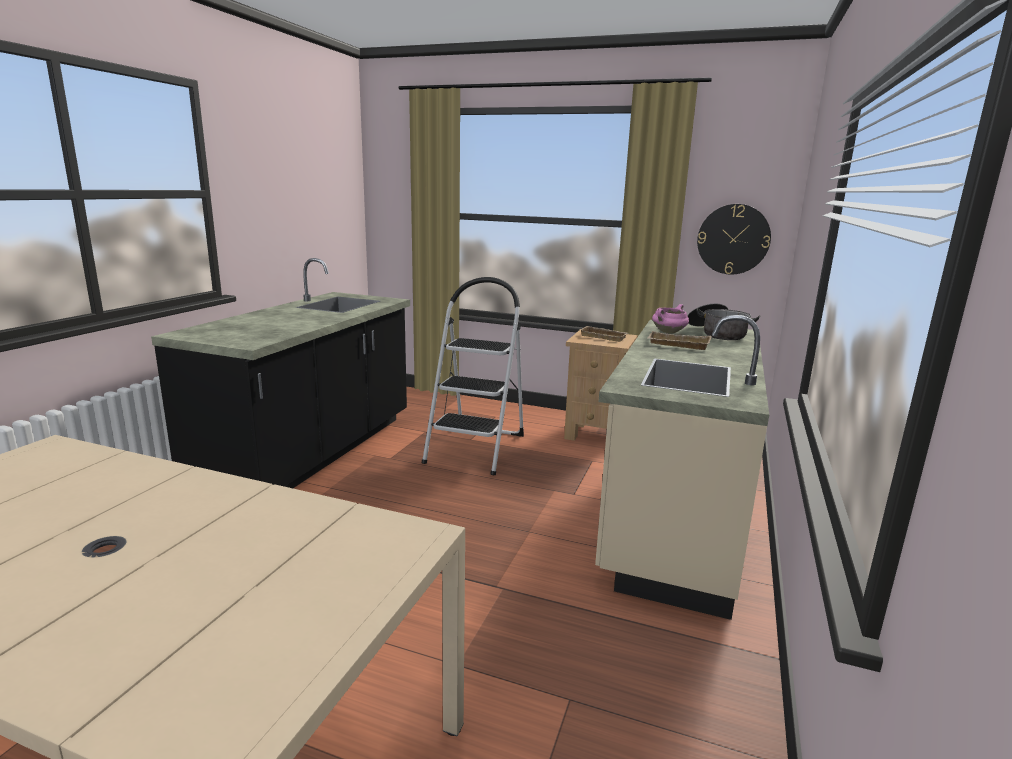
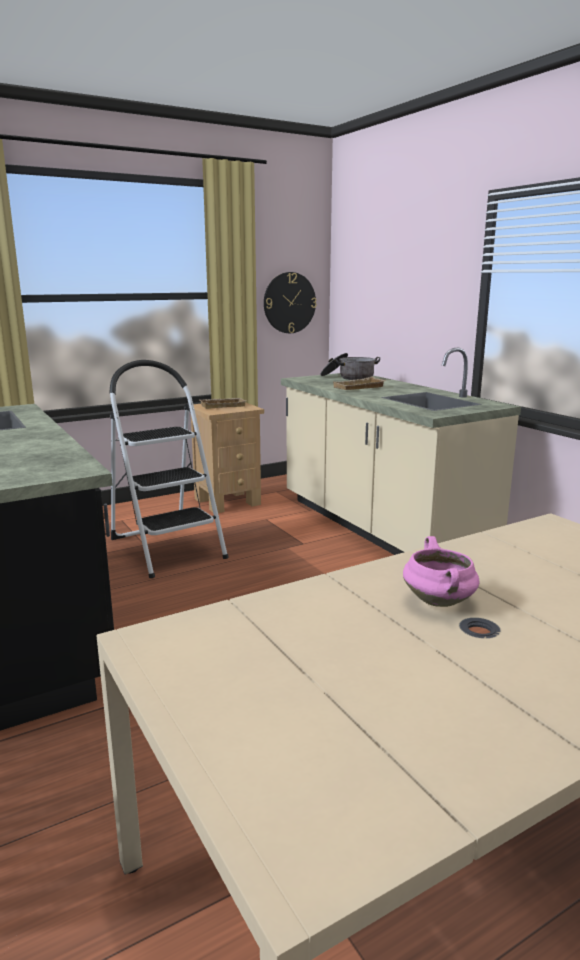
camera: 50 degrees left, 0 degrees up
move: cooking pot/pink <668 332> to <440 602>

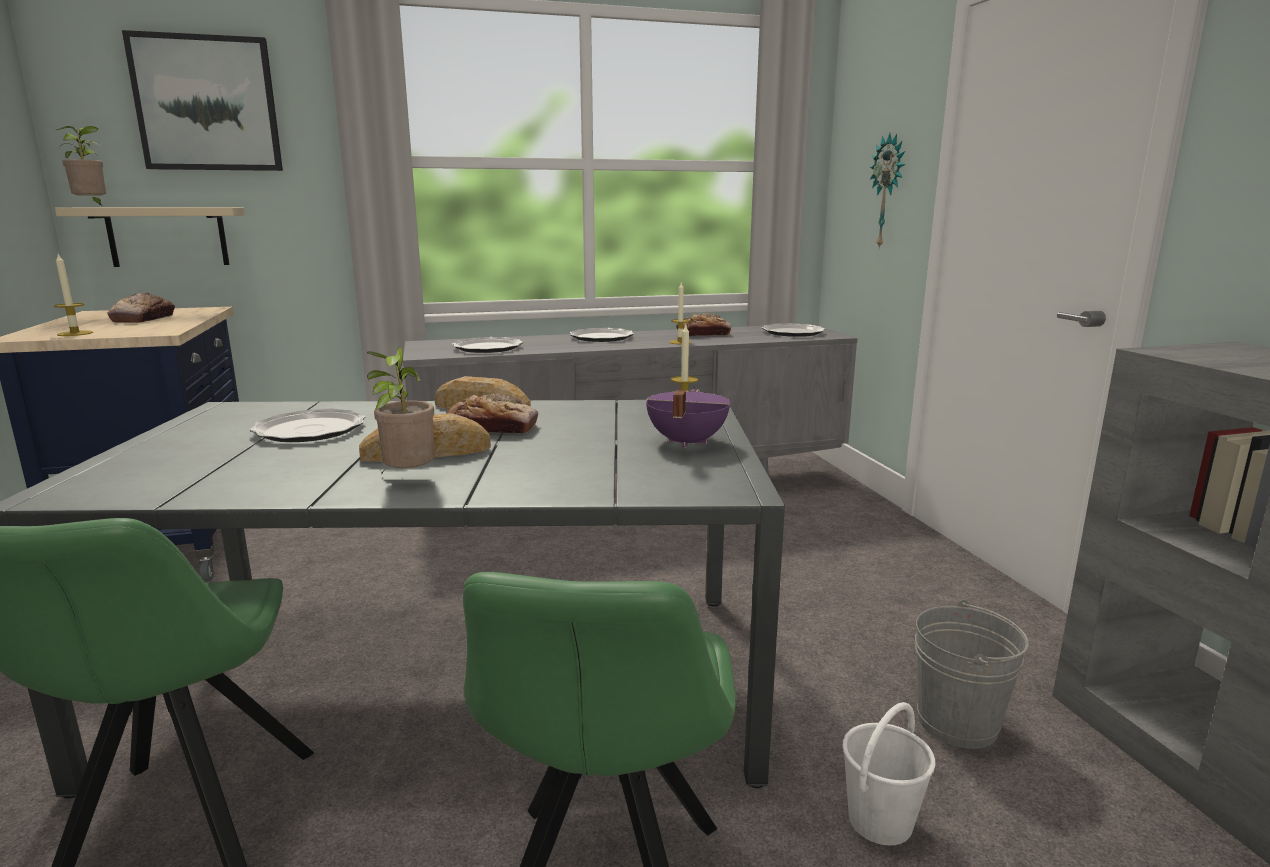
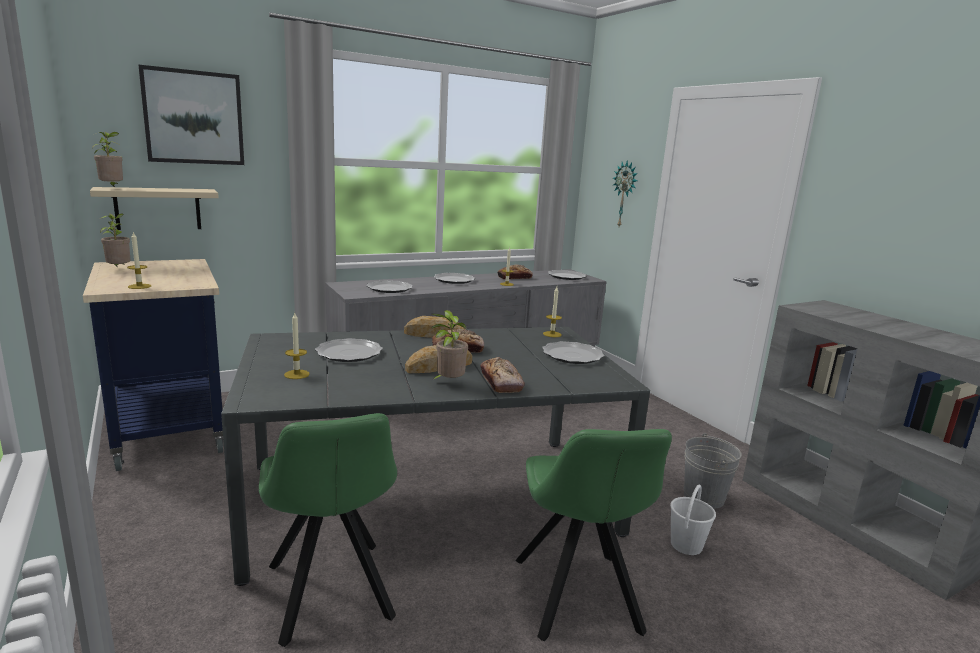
camera: 15 degrees left, 0 degrees up
insert: potted plant <119 270>; candle <297 374>
move: bread <144 319> to <501 382>
replace: cooking pot/purple <685 442> to plate <572 355>

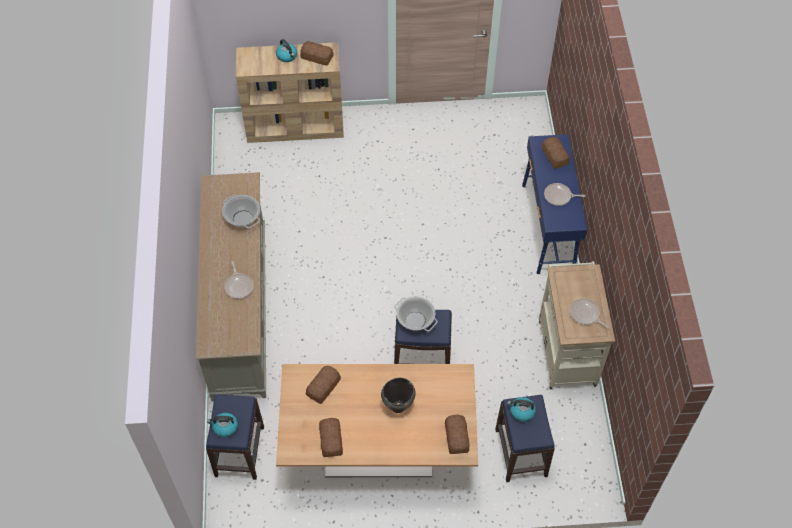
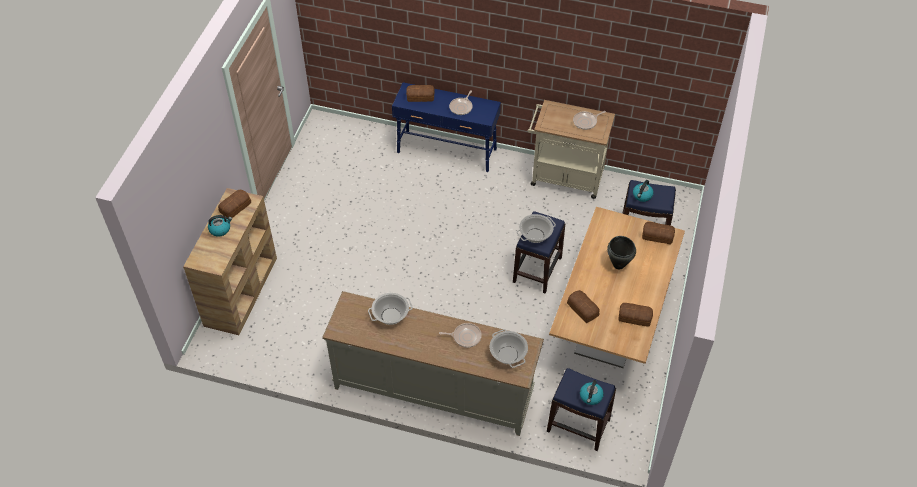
camera: 70 degrees left, 5 degrees down
insert: cooking pot <508 355>

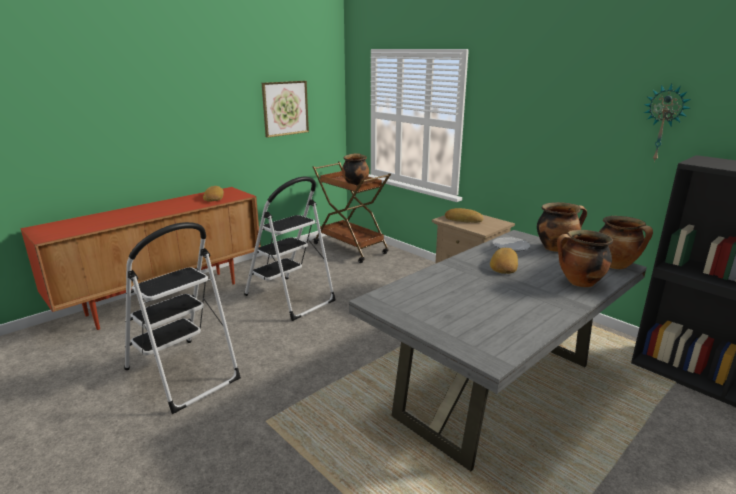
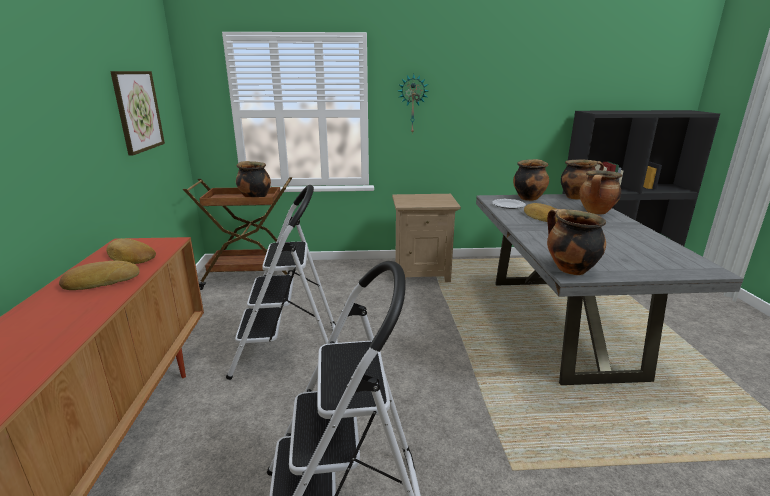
camera: 50 degrees left, 0 degrees up
insert: cooking pot <569 269>
move: bread <463 219> to <101 281>; wall clock <663 123> to <412 104>

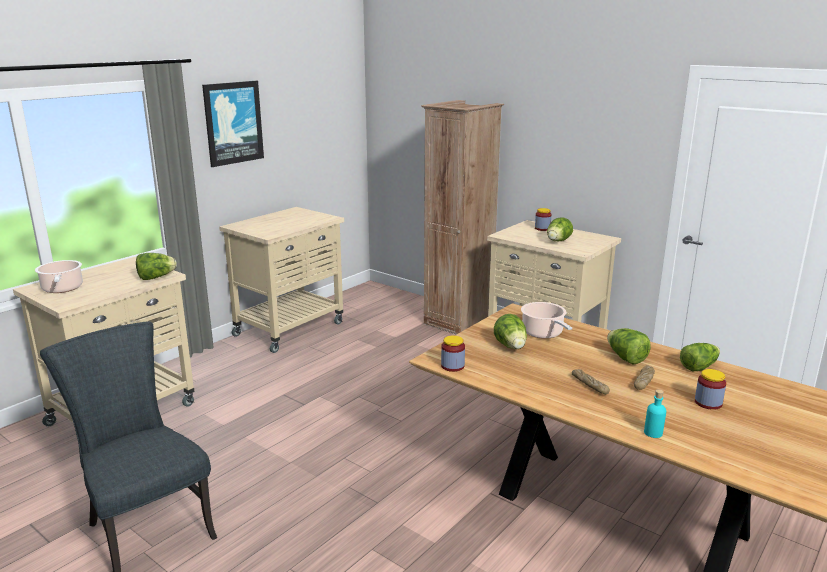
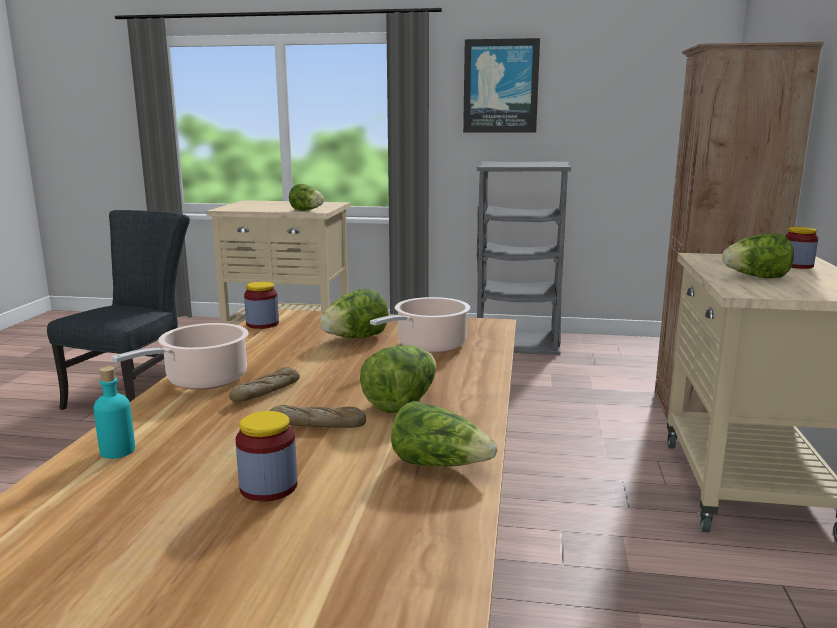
camera: 60 degrees right, 5 degrees down
move: cooking pot <62 289> to <202 381>
replace: cart/beige <289 329> to bookcase/grey <517 342>

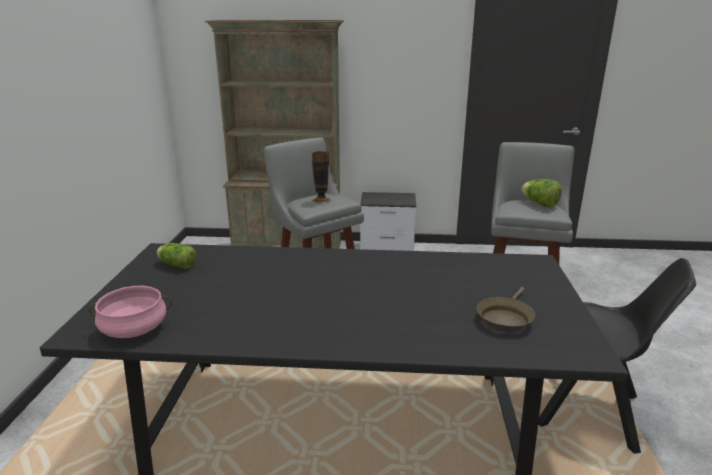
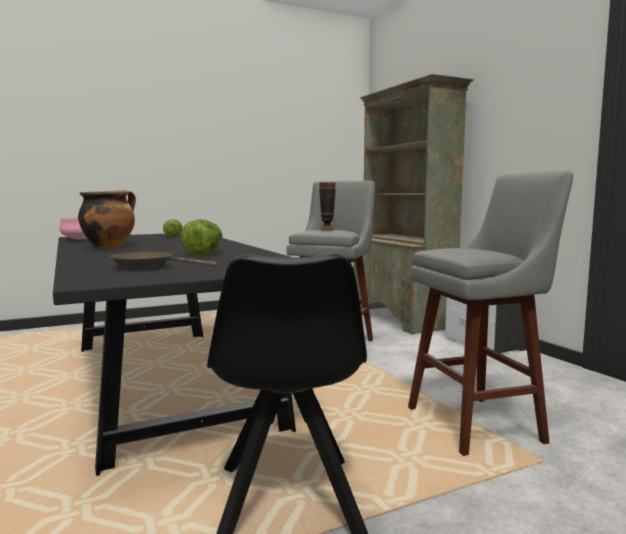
camera: 60 degrees right, 15 degrees down
insert: cooking pot <109 247>
move: lettuce <540 204> to <204 254>

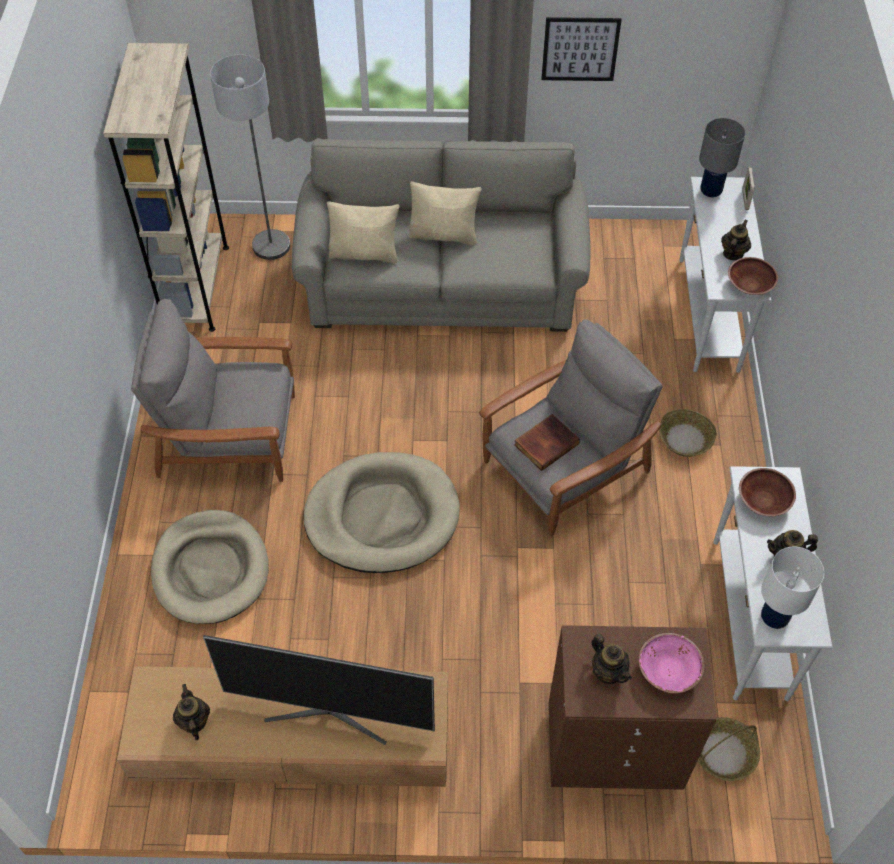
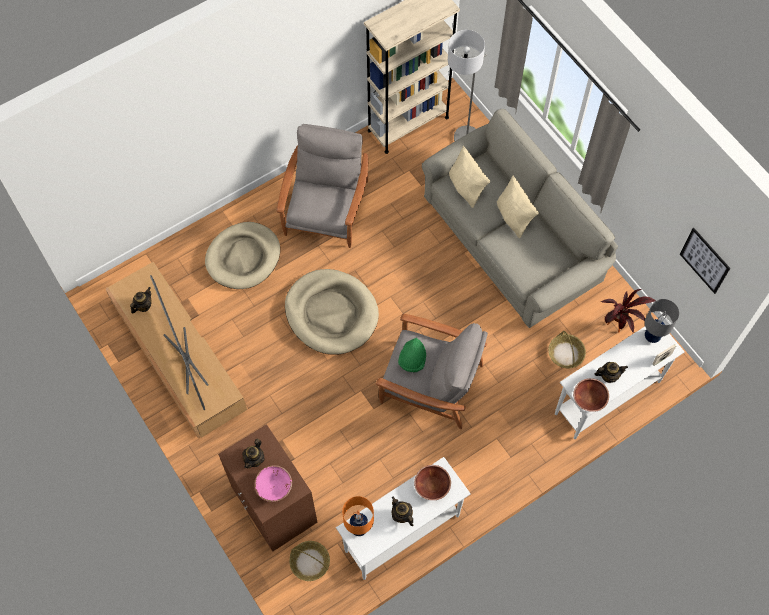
camera: 55 degrees right, 10 degrees up
insert: potted plant <618 328>
move: picture <580 49> to <704 260>; basket <685 439> to <565 354>
replace: book <546 443> to hat/green <412 360>
recolor: table lamp/white <774 617> to table lamp/orange <359 528>
rotate: armchair/grey <229 435> = <326 209> 45 degrees clockwise

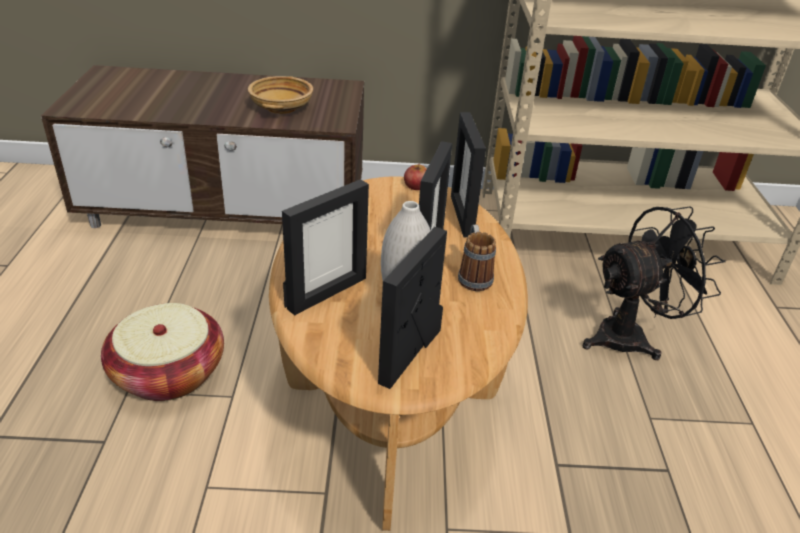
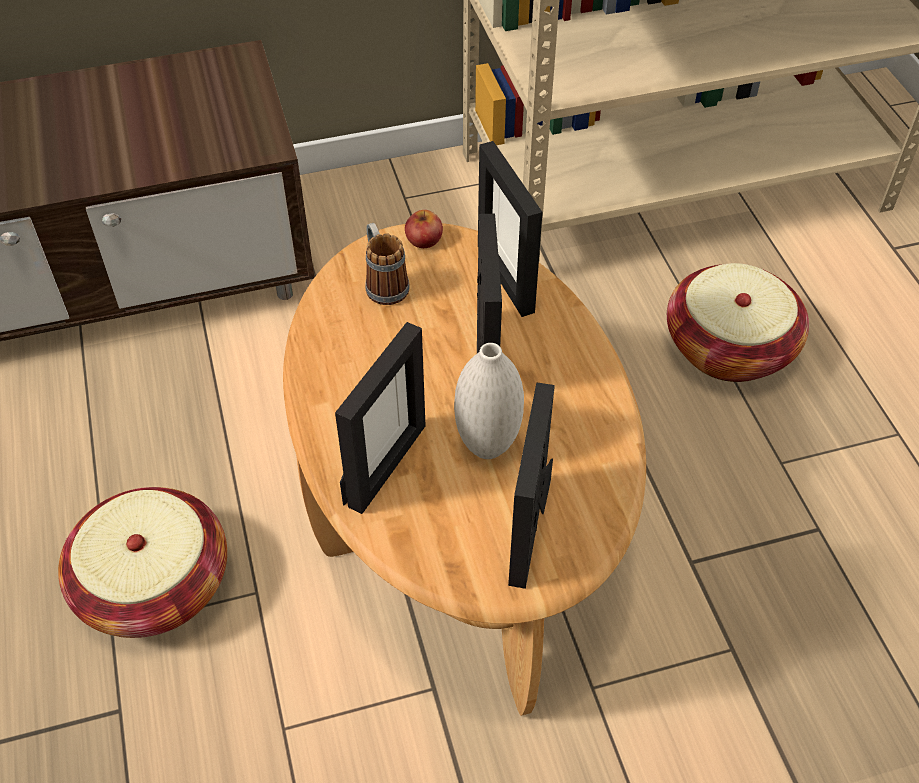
camera: 15 degrees left, 15 degrees up
delete: bowl/beige <281 108>
move: mug <473 276> to <383 284>
replace: fan/black <631 336> to basket <729 347>

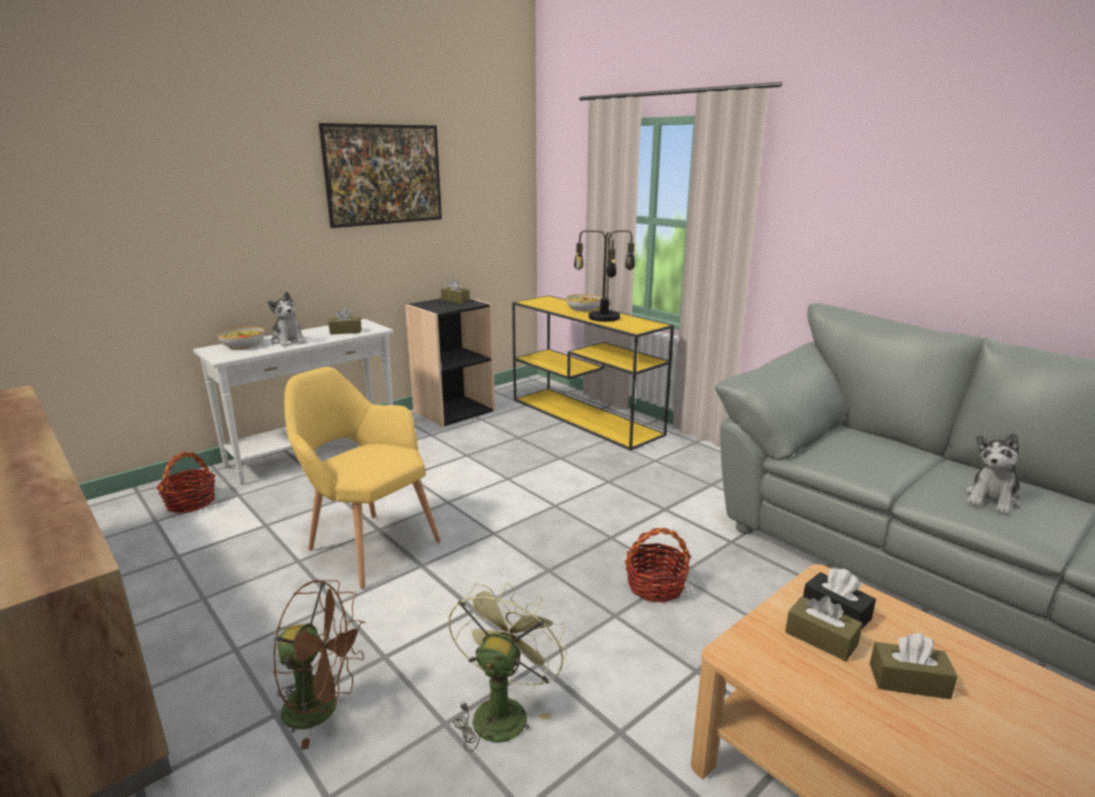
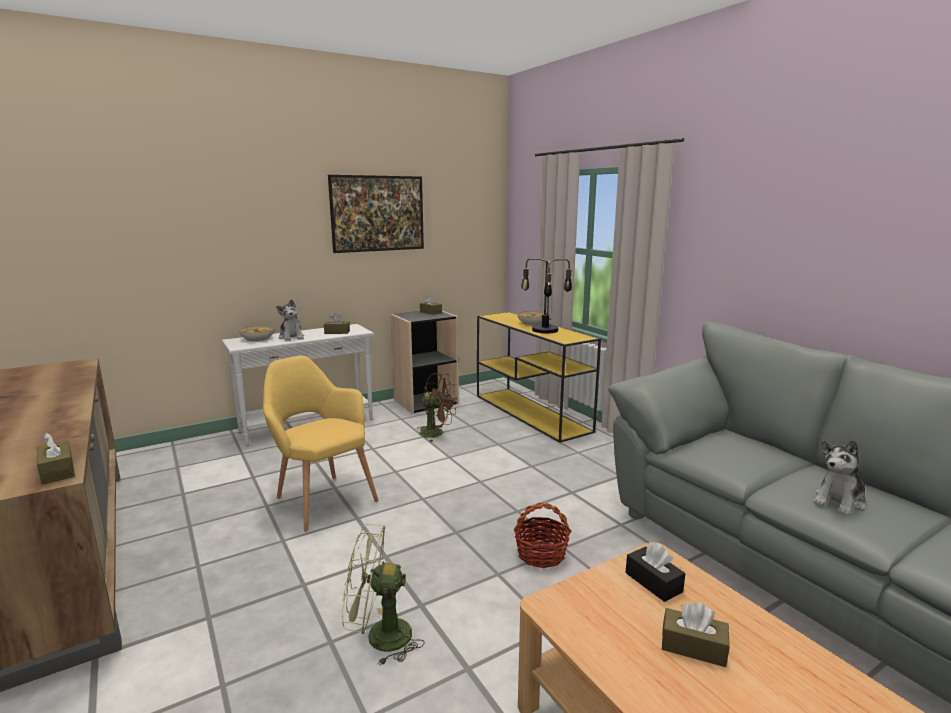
camera: 10 degrees right, 5 degrees down
delete: basket <191 502>
move: fan/brown <322 708> to <437 433>; tissue box/brown <821 638> to <57 471>
rotate: fan/green <502 710> = <379 637> 120 degrees counterclockwise

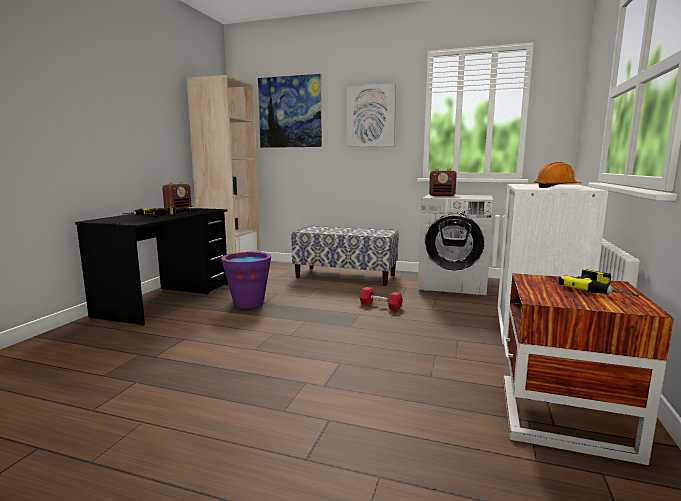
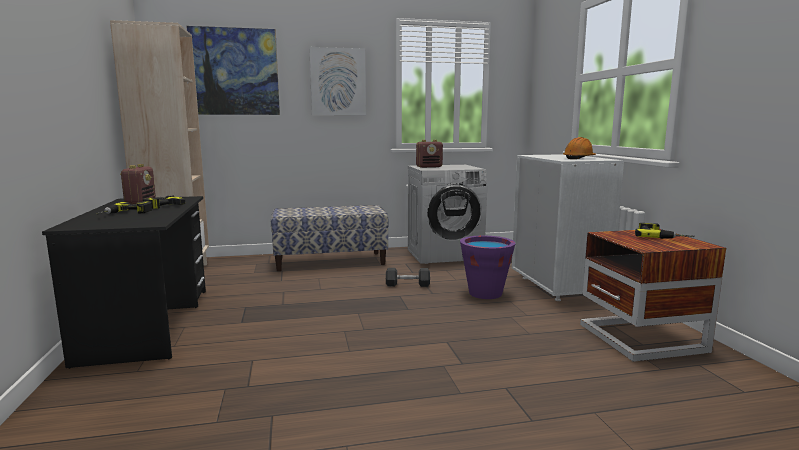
camera: 30 degrees left, 0 degrees up
move: bucket/purple <248 303> to <485 293>
recolor: dumbbell/red <380 306> to dumbbell/grey <407 285>

